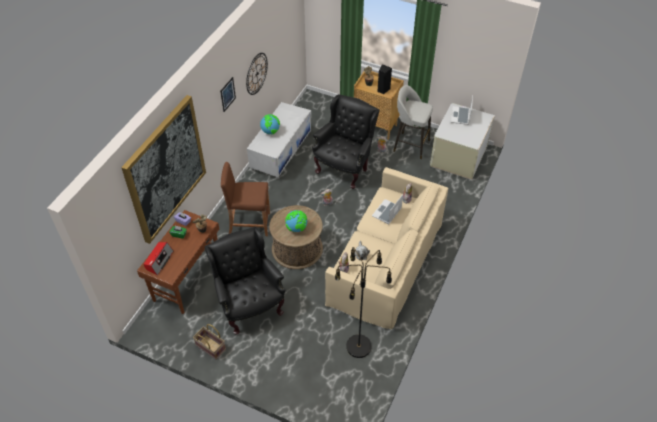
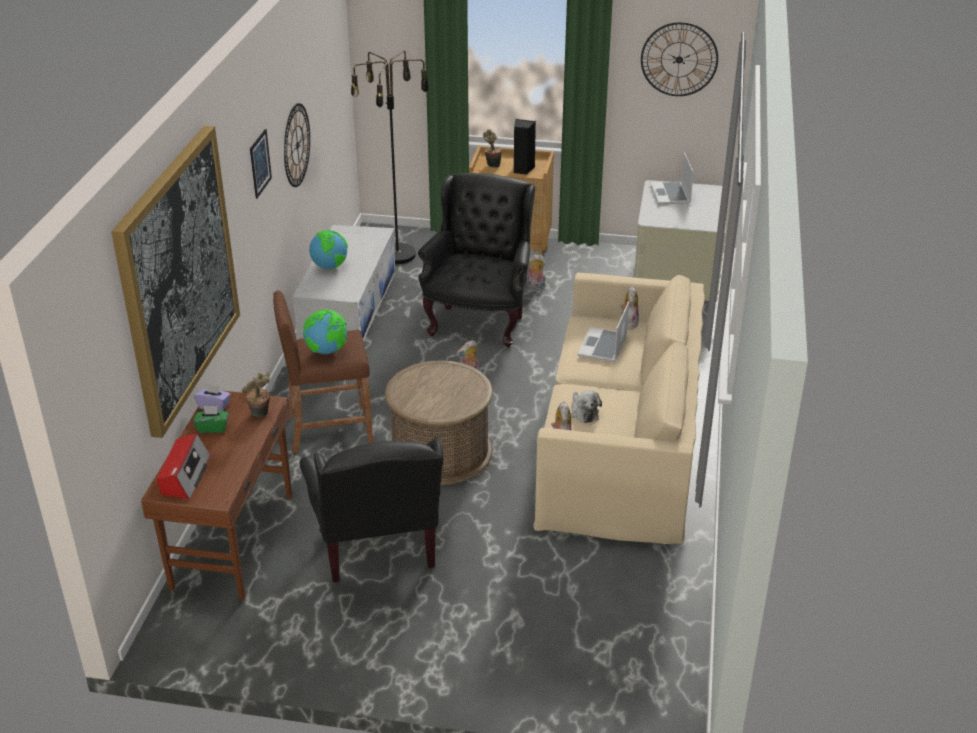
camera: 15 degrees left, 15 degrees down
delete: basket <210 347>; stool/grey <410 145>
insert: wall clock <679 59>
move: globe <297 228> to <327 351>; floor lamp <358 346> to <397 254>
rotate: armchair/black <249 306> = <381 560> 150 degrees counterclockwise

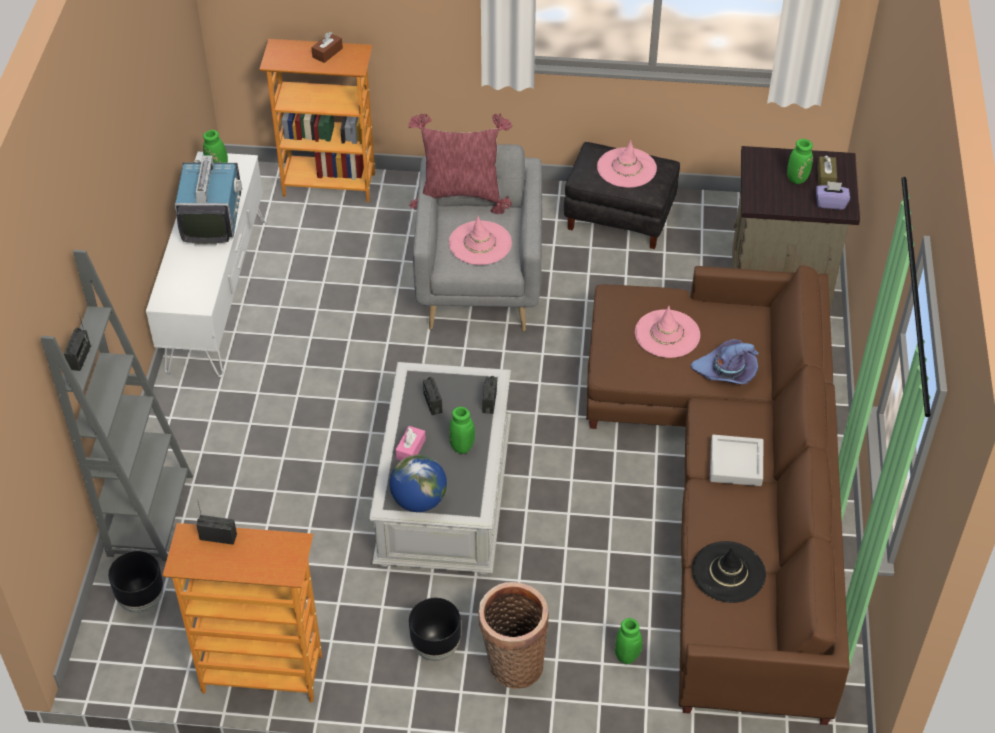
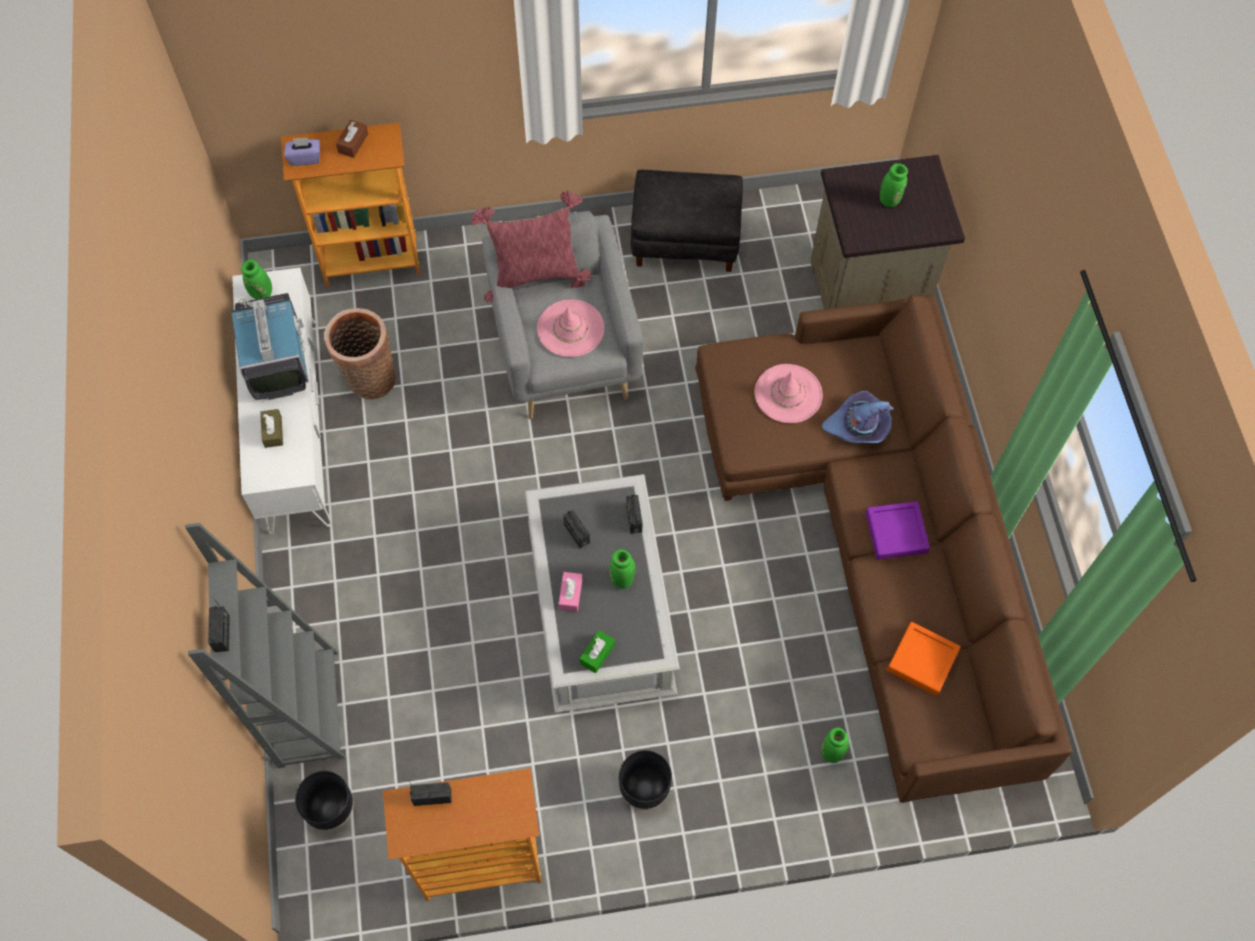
camera: 15 degrees left, 15 degrees up
delete: hat/pink <626 168>
move: basket <512 664> to <368 379>; tissue box/purple <830 203> to <305 158>; tissue box/brown <826 177> to <273 431>
replace: globe <419 500> to tissue box/green <597 654>; hat/black <728 572> to tray/orange <922 660>
recolor: tray/grey <736 464> to tray/purple <896 533>

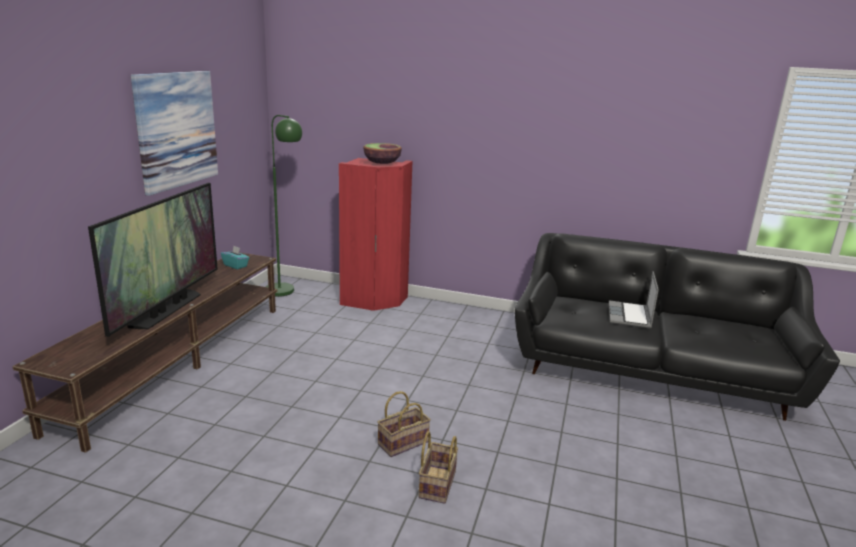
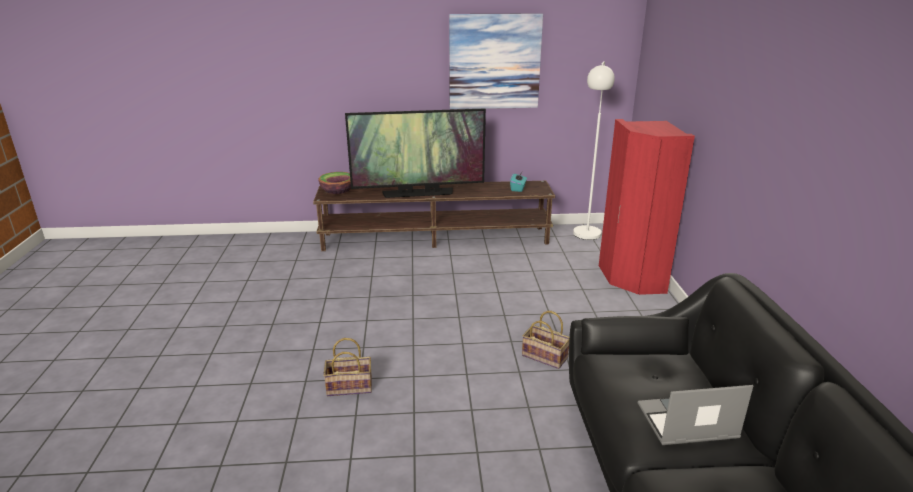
camera: 70 degrees right, 5 degrees up
move: bowl <382 163> to <337 192>; basket <403 442> to <546 356>
recolor: floor lamp/green <285 293> to floor lamp/white <586 237>

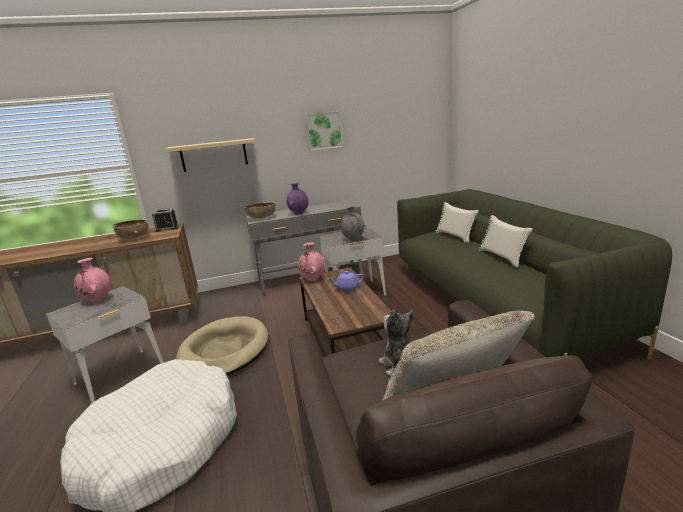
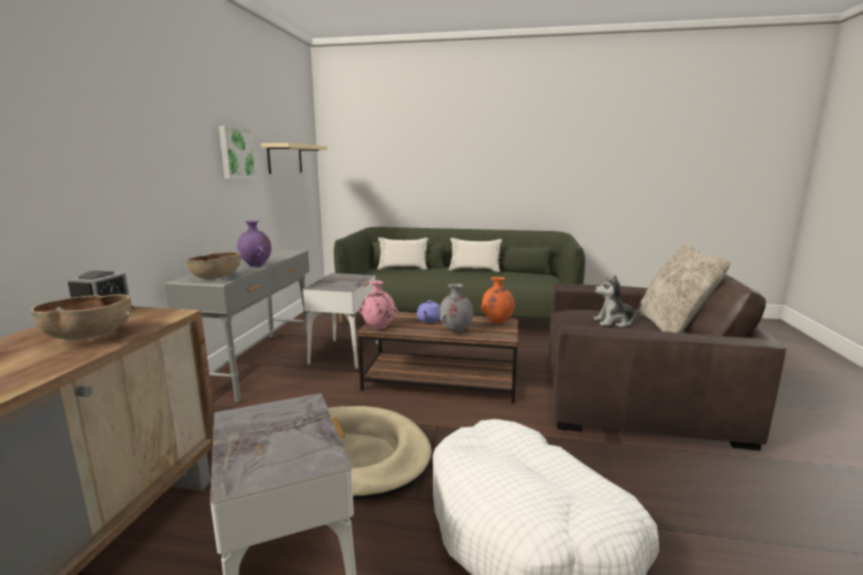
camera: 65 degrees left, 5 degrees down
delete: vase/pink <97 300>
insert: vase/orange <497 322>
move: shelf/beige <214 155> to <285 159>; vase/grey <353 239> to <455 331>

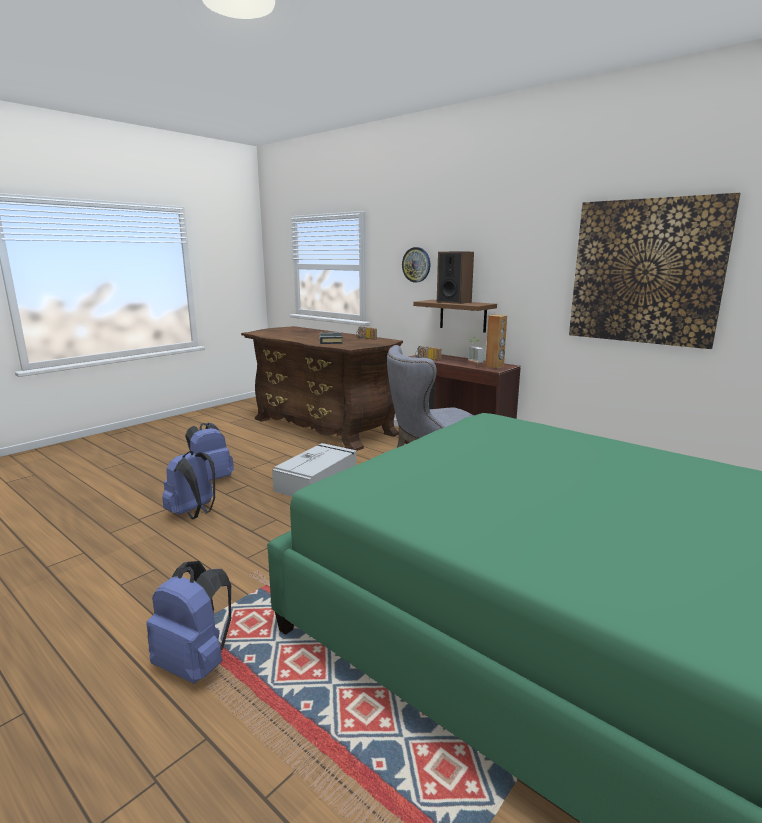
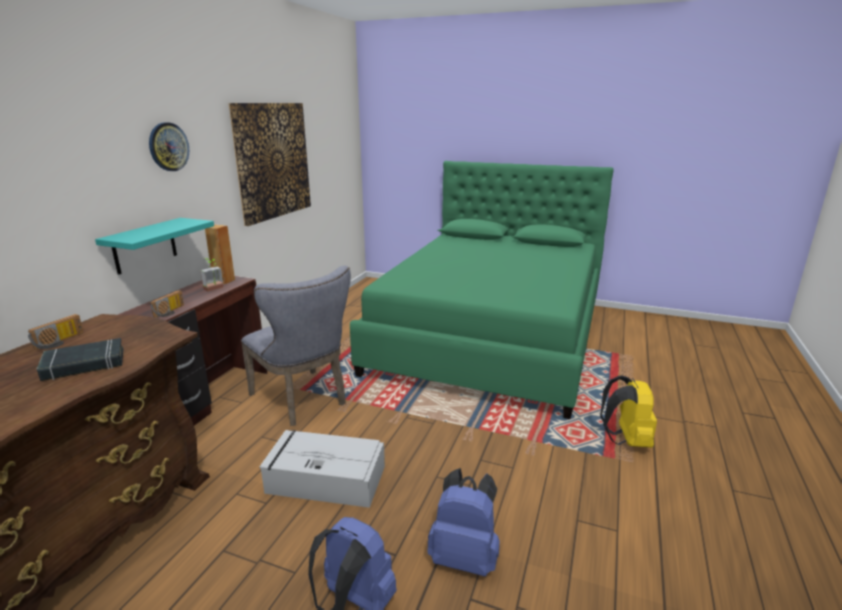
camera: 110 degrees left, 5 degrees up
delete: speaker <454 302>
move: wall clock <416 264> to <168 147>
recolor: backpack/blue <195 664> to backpack/yellow <626 440>; shelf/brown <463 315> to shelf/turquoise <144 246>

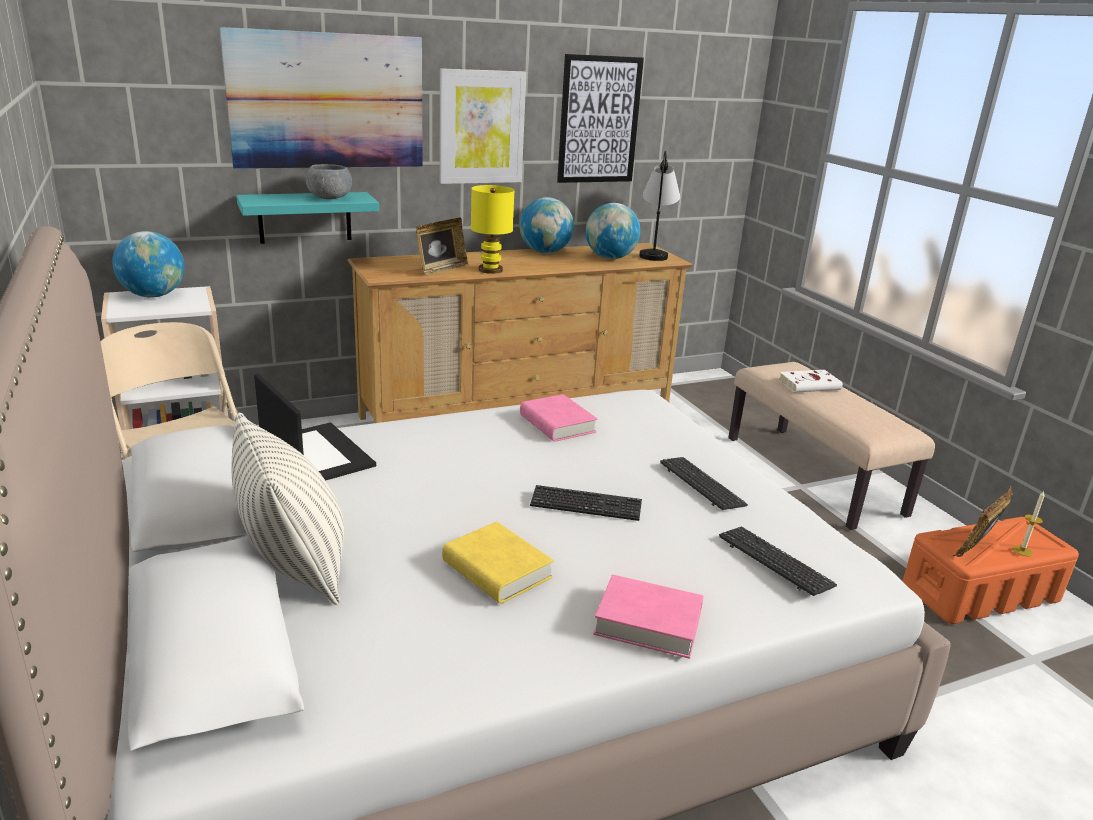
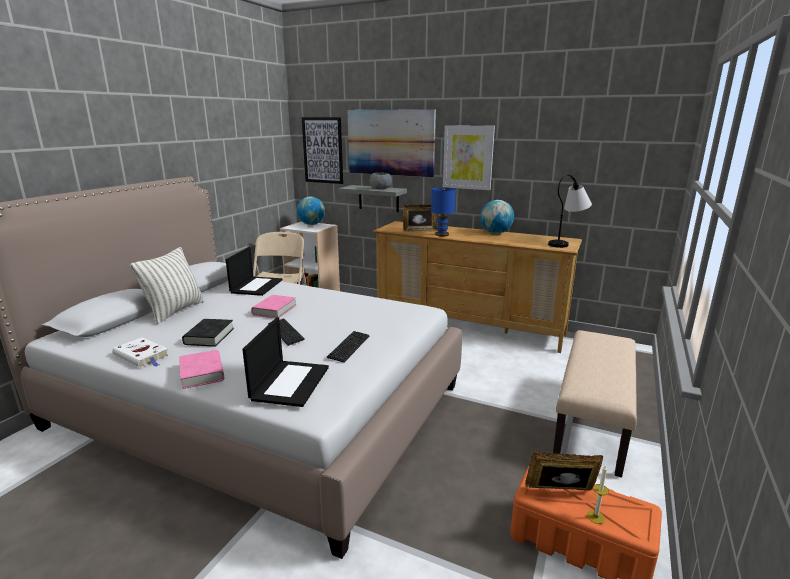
camera: 50 degrees right, 5 degrees down
delete: globe <610 258>
move: book/pink <557 424> to <274 310>; picture <599 120> to <323 150>; book/white <810 385> to <142 356>
replace: keyboard <775 562> to laptop <290 382>
recolor: shelf/turquoise <305 217> to shelf/grey <378 198>; book/yellow <496 570> to book/black <209 336>; table lamp/yellow <491 270> to table lamp/blue <442 235>

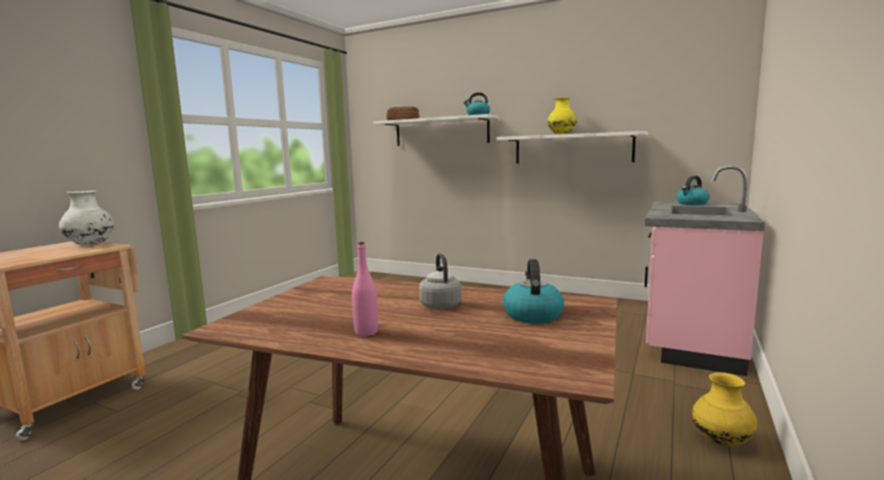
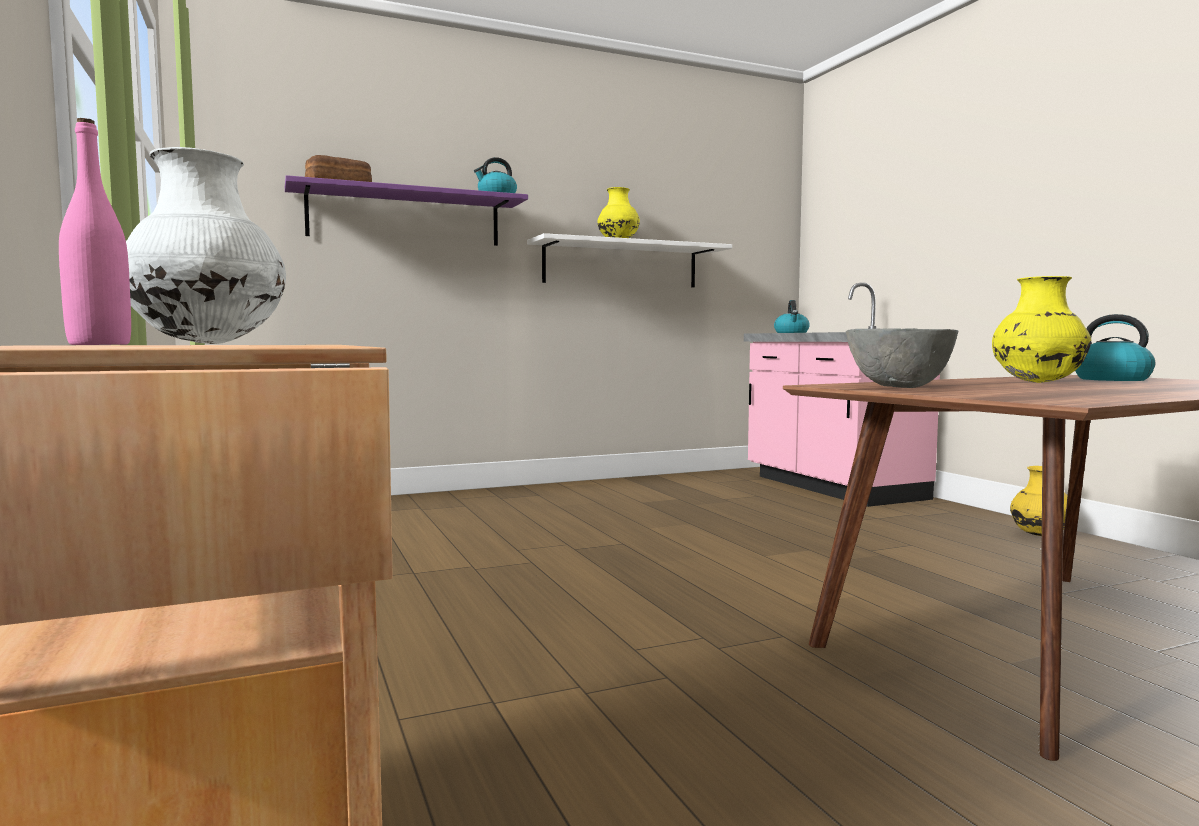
camera: 50 degrees left, 5 degrees down
insert: bowl/grey <900 387>
move: bottle/pink <366 332> to <99 344>
replace: kettle/grey <440 304> to vase/yellow <1037 382>
recolor: shelf/white <441 132> to shelf/purple <405 218>

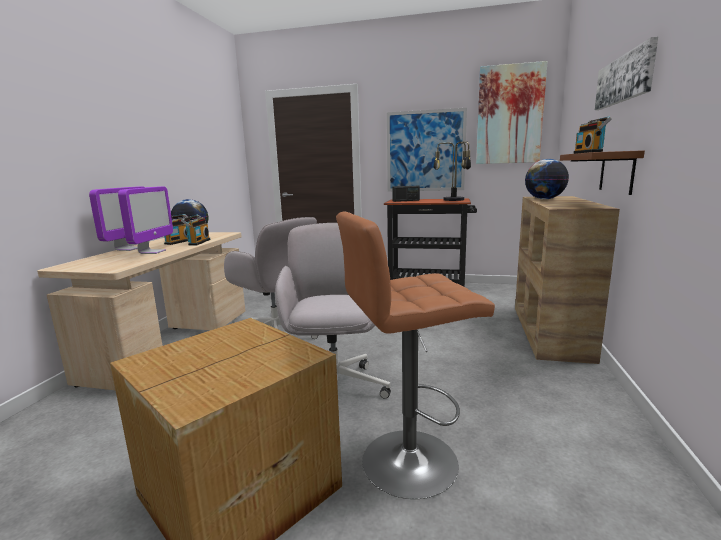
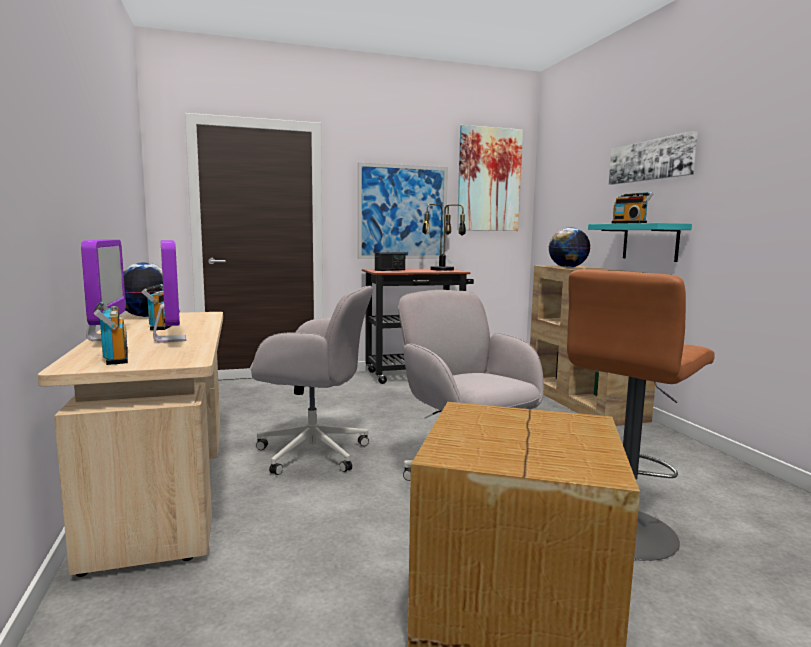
camera: 30 degrees left, 5 degrees down
move: radio <198 242> to <113 357>
recolor: shelf/brown <617 172> to shelf/turquoise <650 242>

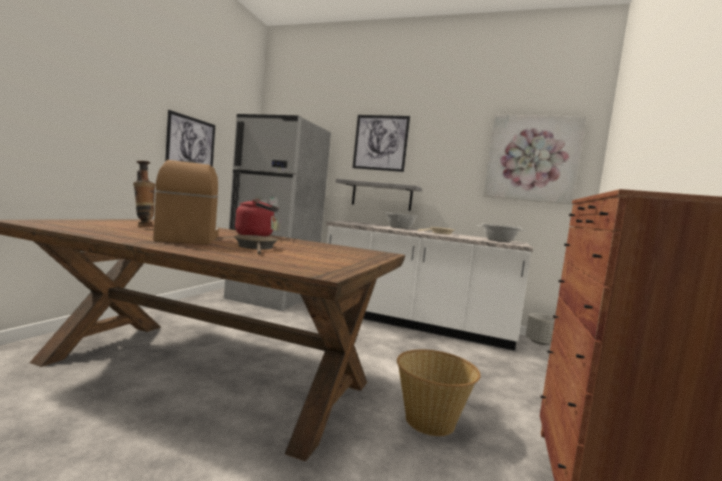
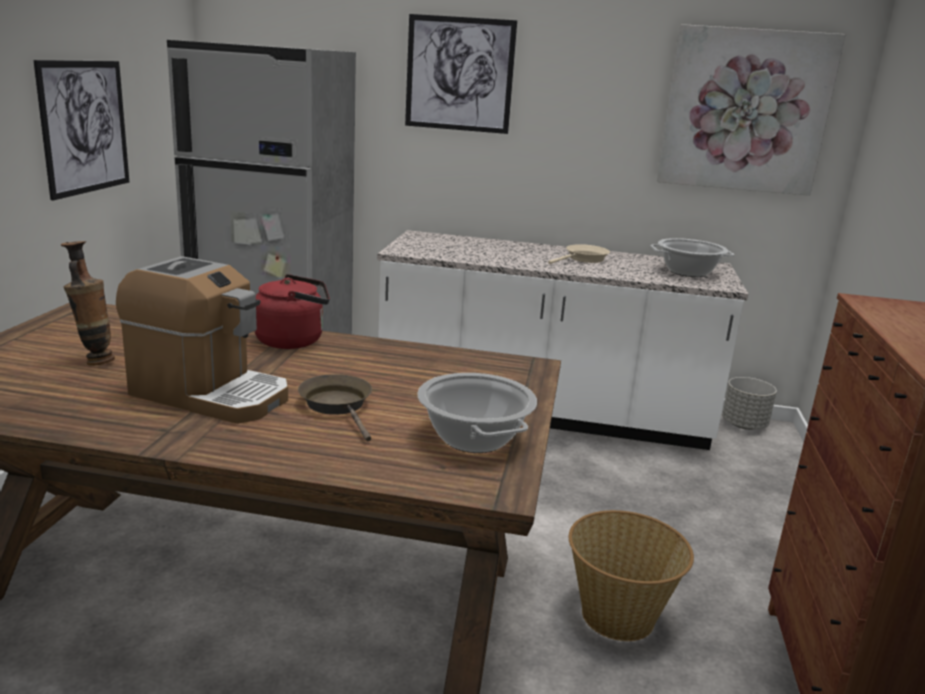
camera: 10 degrees left, 15 degrees up
delete: shelf/grey <381 196>
move: cooking pot <399 227> to <473 438>
rotate: coffee machine <189 238> = <210 394> 135 degrees clockwise

